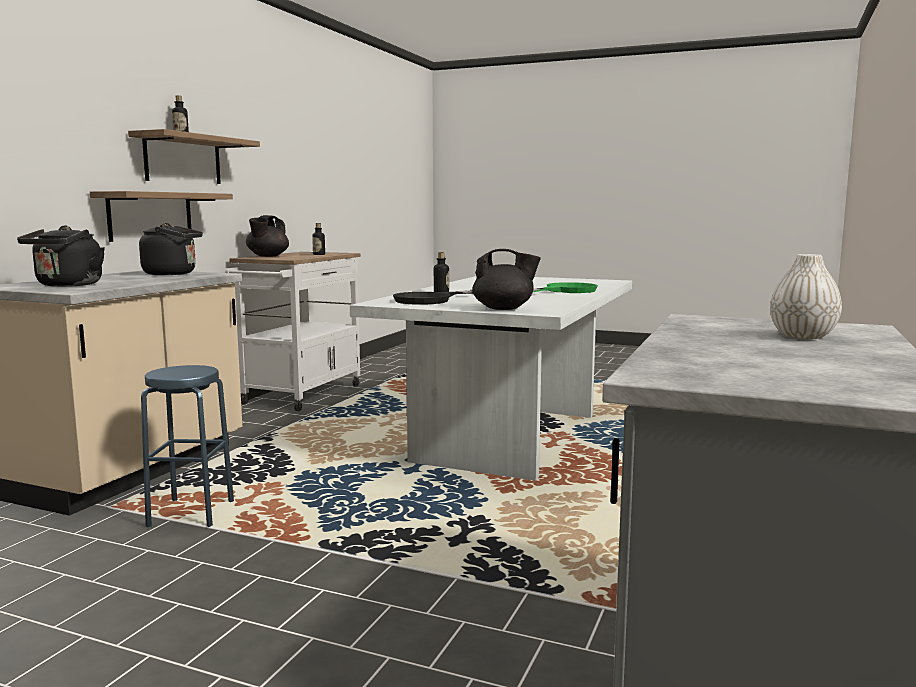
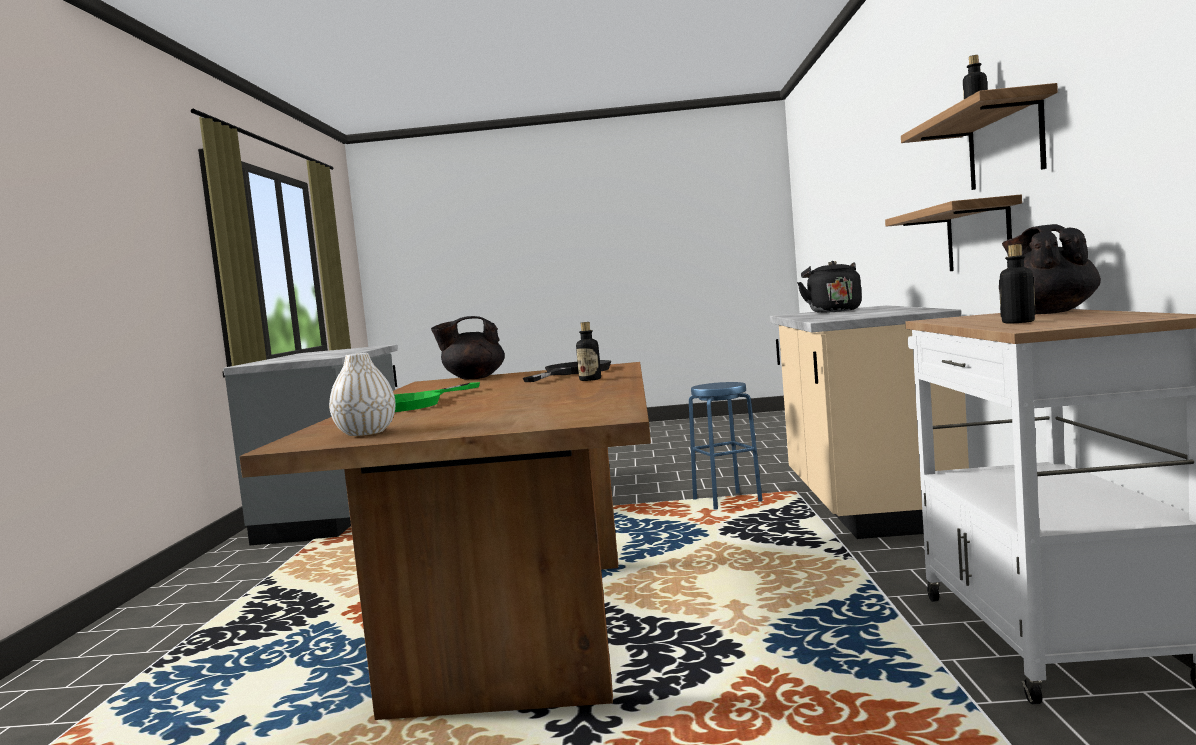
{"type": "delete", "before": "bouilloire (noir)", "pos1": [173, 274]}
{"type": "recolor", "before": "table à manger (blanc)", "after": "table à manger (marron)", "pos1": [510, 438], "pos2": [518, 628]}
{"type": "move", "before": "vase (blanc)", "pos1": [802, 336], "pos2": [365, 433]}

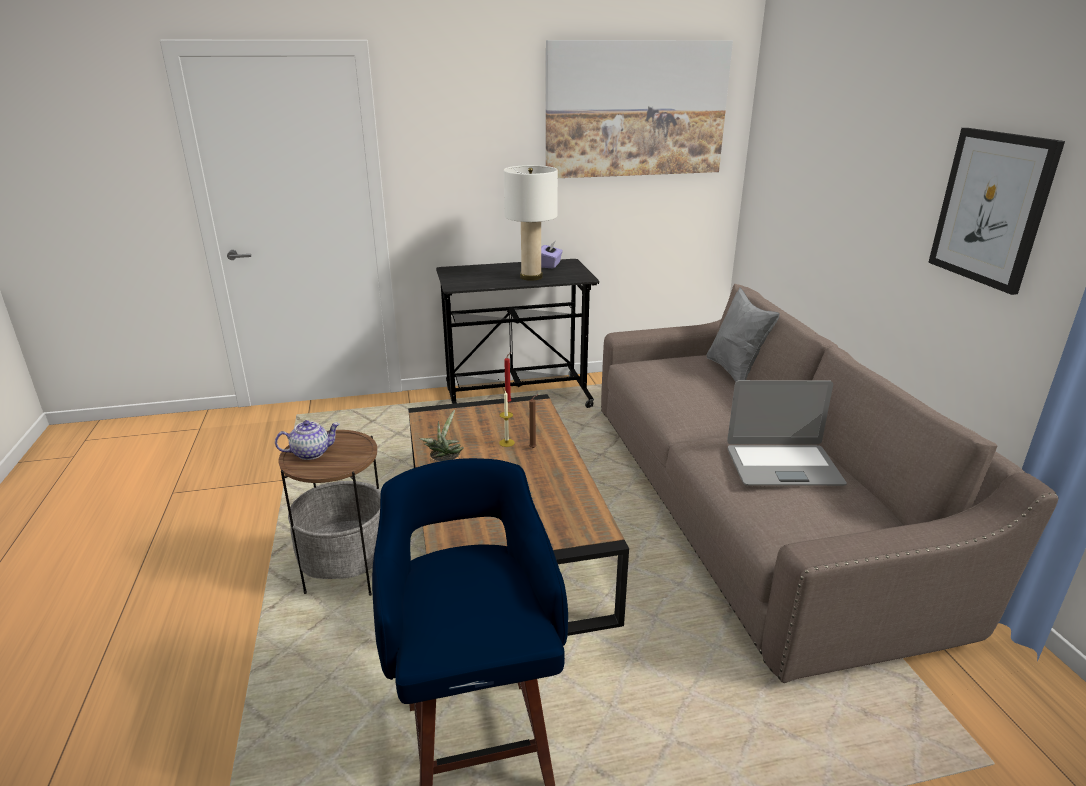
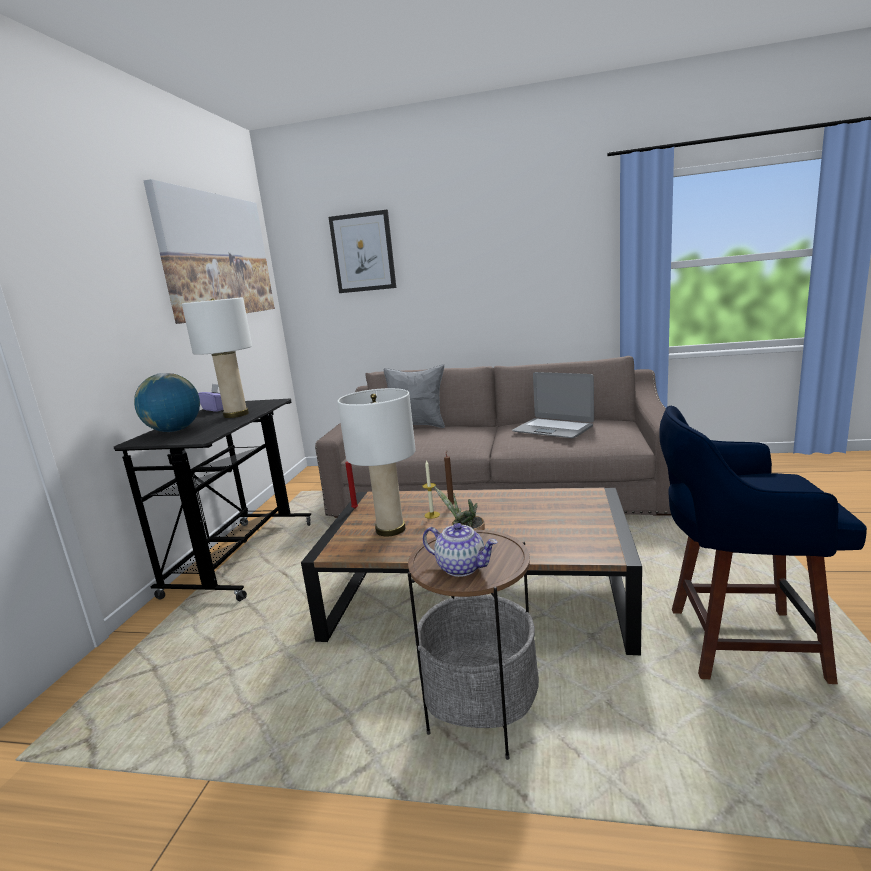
{"type": "rotate", "before": "théière", "pos1": [311, 453], "pos2": [462, 567], "turn": 120}
{"type": "rotate", "before": "ordinateur portable", "pos1": [782, 466], "pos2": [553, 429], "turn": 105}
{"type": "move", "before": "tableau", "pos1": [991, 208], "pos2": [363, 252]}
{"type": "insert", "after": "globe", "pos2": [174, 430]}
{"type": "insert", "after": "lampe de table (blanc)", "pos2": [390, 529]}

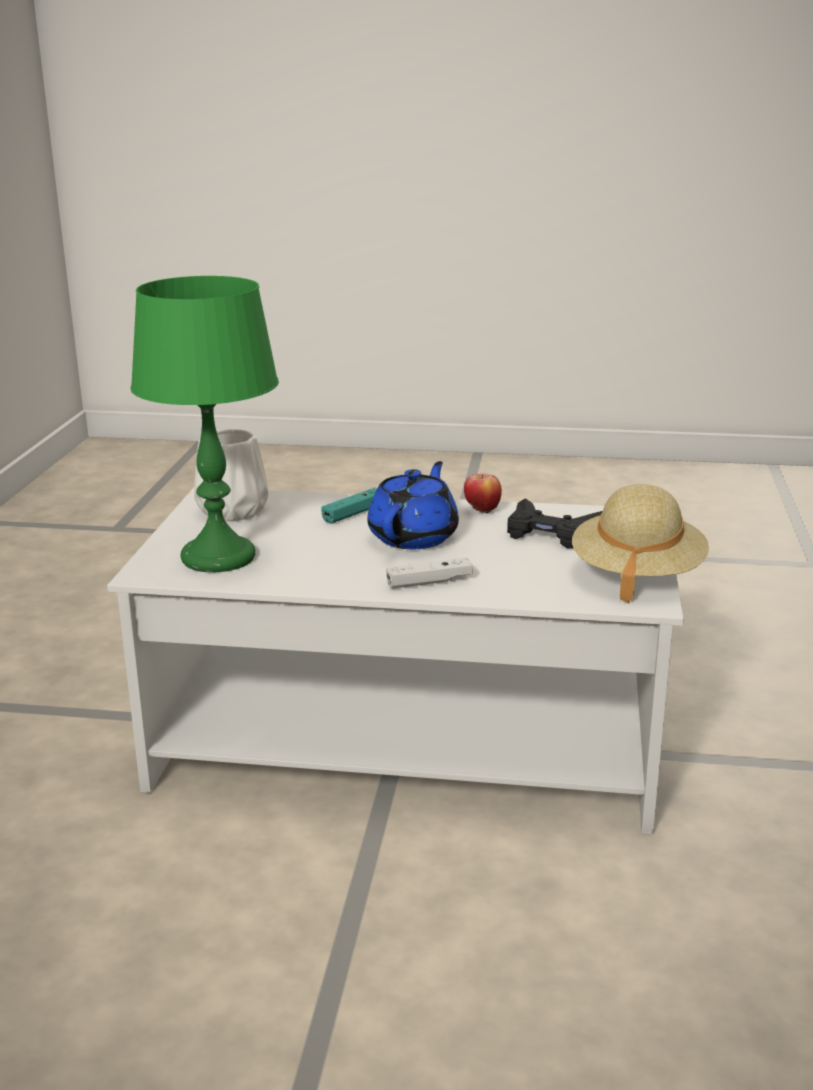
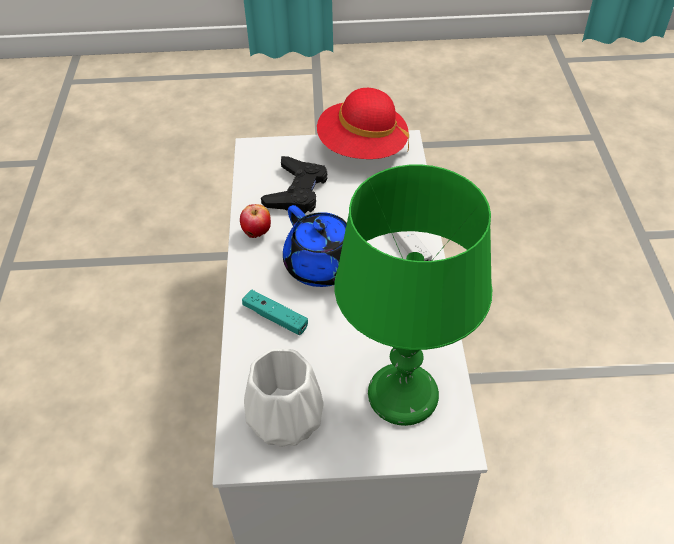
{"type": "rotate", "before": "théière (bleu)", "pos1": [414, 537], "pos2": [323, 267], "turn": -135}
{"type": "recolor", "before": "chapeau (beige)", "after": "chapeau (rouge)", "pos1": [636, 574], "pos2": [362, 148]}

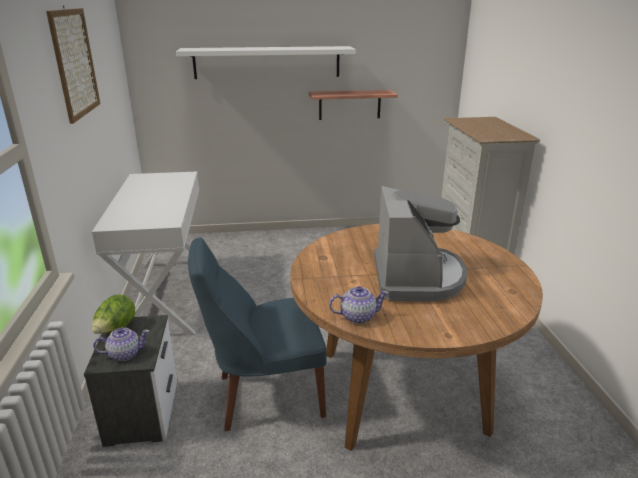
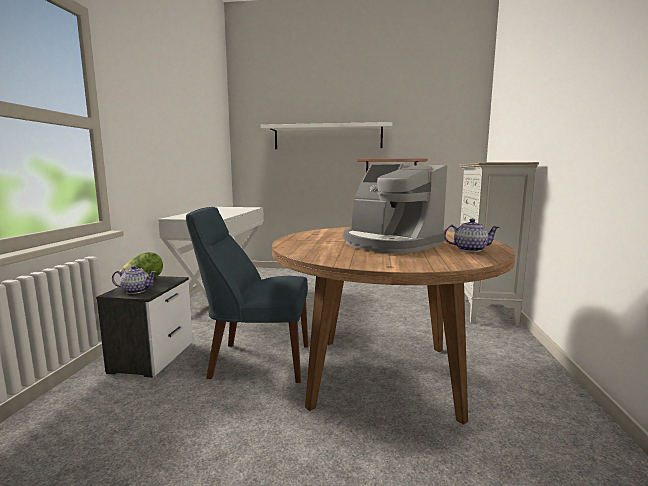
{"type": "delete", "before": "tableau", "pos1": [74, 61]}
{"type": "move", "before": "théière", "pos1": [357, 316], "pos2": [469, 249]}
{"type": "rotate", "before": "machine à café", "pos1": [417, 277], "pos2": [389, 244], "turn": 120}

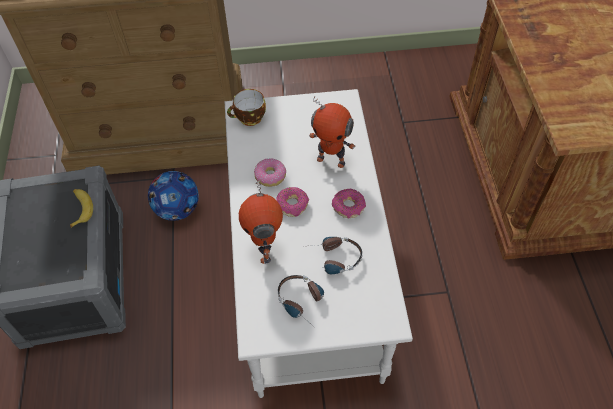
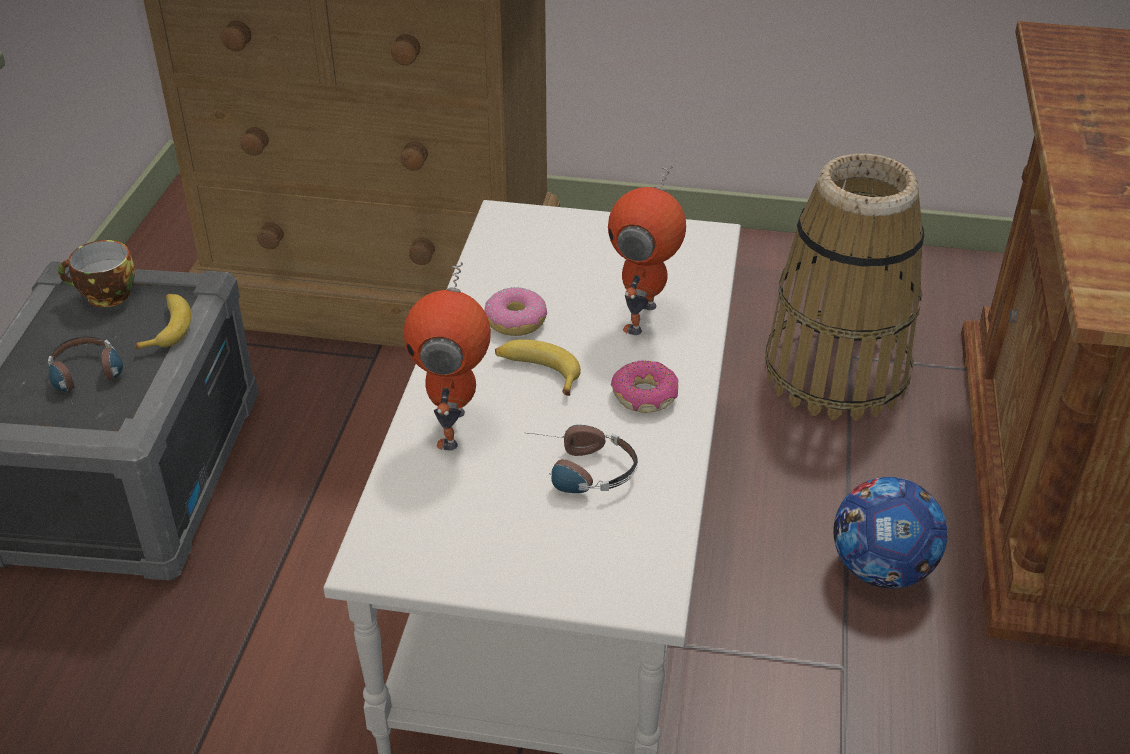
{"type": "move", "before": "ballon de foot", "pos1": [177, 210], "pos2": [881, 569]}
{"type": "move", "before": "tasse", "pos1": [249, 119], "pos2": [105, 296]}
{"type": "replace", "before": "beignet", "after": "banane", "pos1": [292, 205], "pos2": [537, 372]}
{"type": "move", "before": "casque audio", "pos1": [304, 303], "pos2": [89, 380]}
{"type": "rotate", "before": "robot jouet", "pos1": [331, 160], "pos2": [643, 319], "turn": 75}
{"type": "insert", "after": "panier", "pos2": [836, 374]}

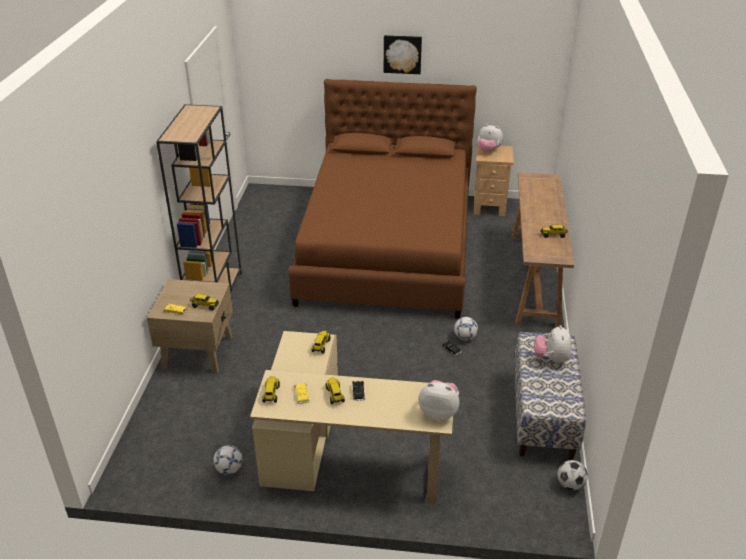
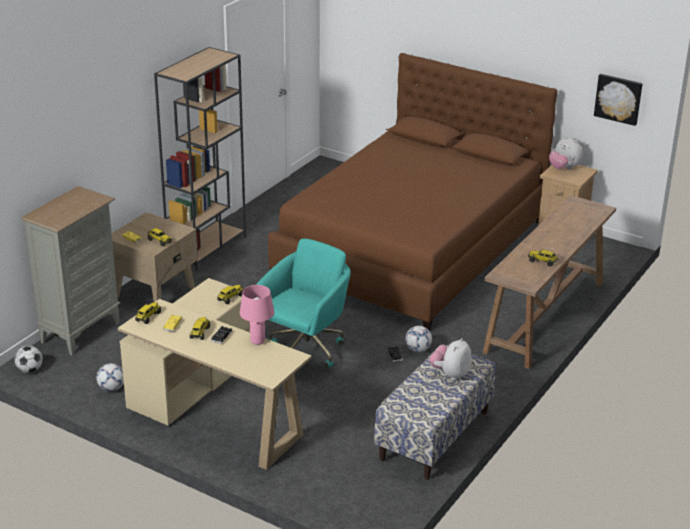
{"type": "move", "before": "tableau", "pos1": [402, 54], "pos2": [618, 98]}
{"type": "delete", "before": "peluche", "pos1": [439, 412]}
{"type": "move", "before": "ballon de foot", "pos1": [570, 484], "pos2": [30, 370]}
{"type": "insert", "after": "commode (gris)", "pos2": [83, 332]}
{"type": "insert", "after": "lampe de table (rose)", "pos2": [257, 341]}
{"type": "insert", "after": "chaise de bureau (turquoise)", "pos2": [304, 352]}

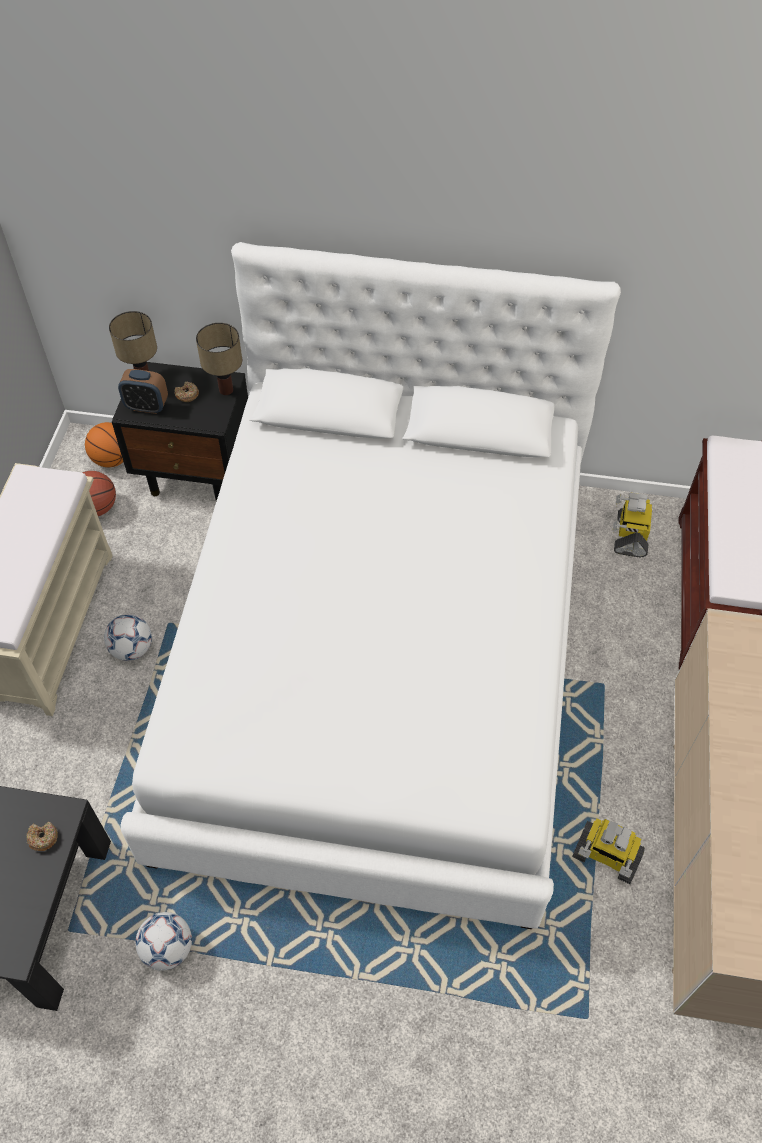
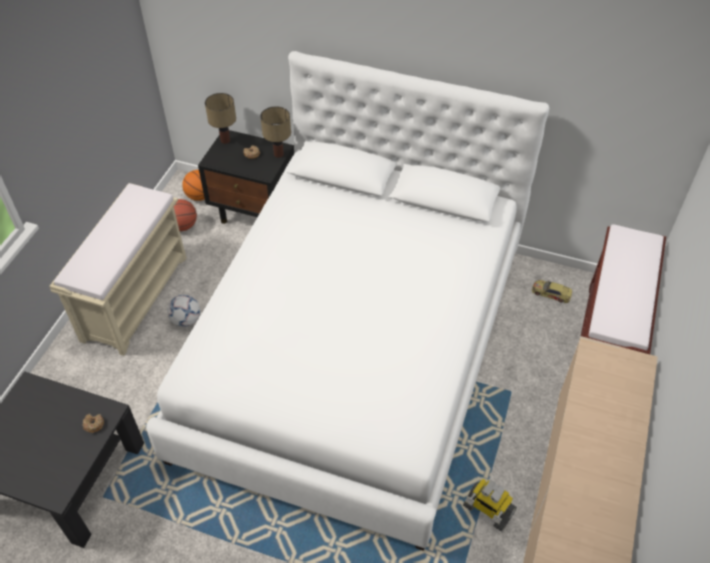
{"type": "delete", "before": "réveil", "pos1": [147, 406]}
{"type": "delete", "before": "ballon de foot", "pos1": [168, 948]}
{"type": "replace", "before": "robot jouet", "after": "petite voiture", "pos1": [630, 535], "pos2": [551, 293]}

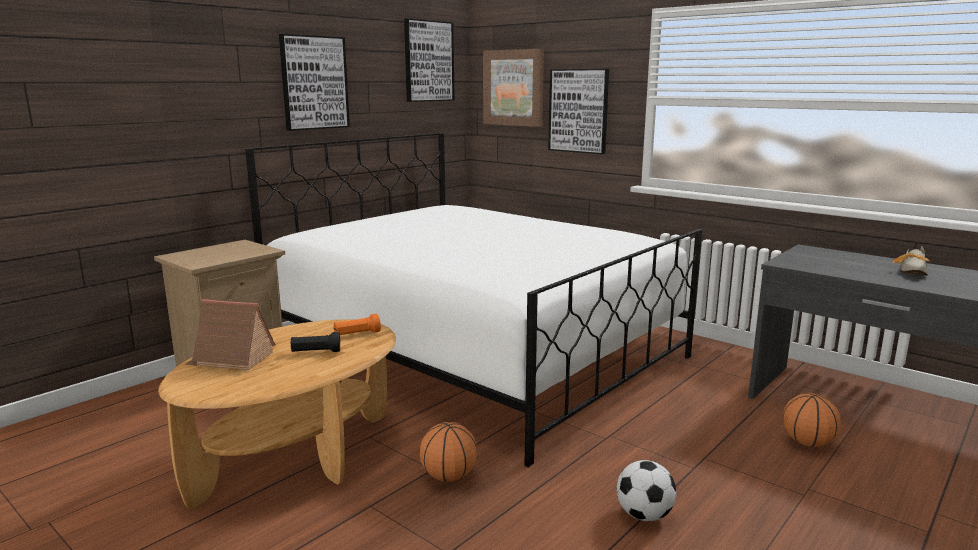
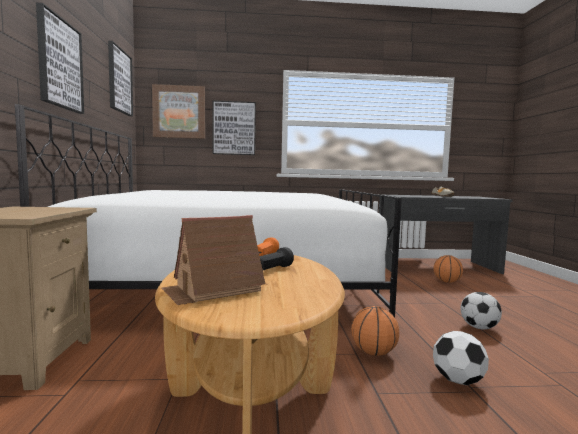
{"type": "insert", "after": "ballon de foot", "pos2": [457, 380]}

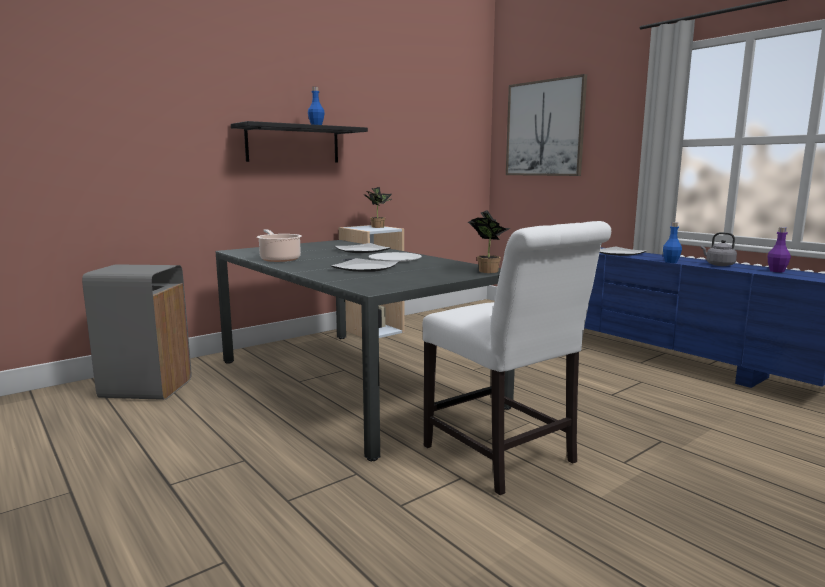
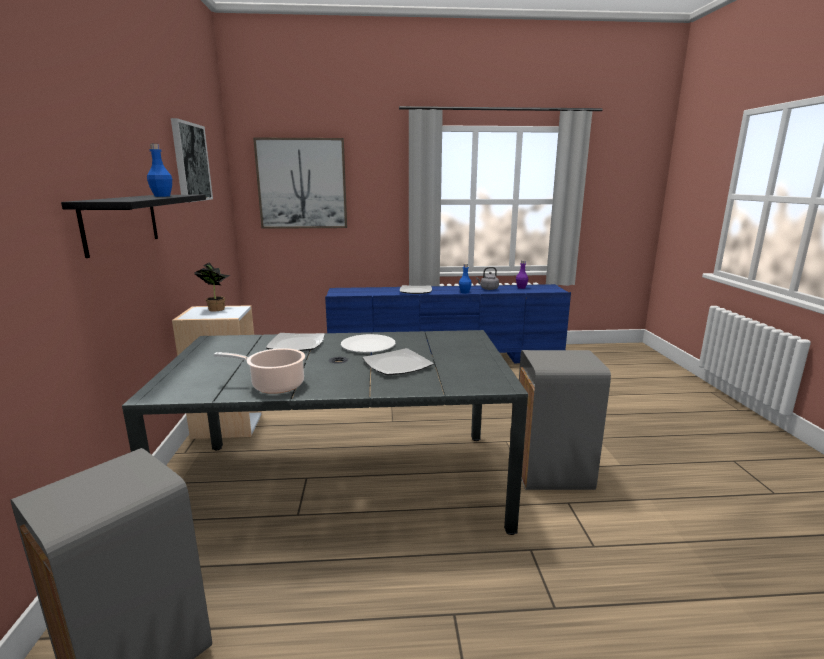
{"type": "replace", "before": "chaise (blanc)", "after": "poubelle (gris)", "pos1": [504, 459], "pos2": [552, 474]}
{"type": "delete", "before": "plante en pot", "pos1": [486, 270]}
{"type": "insert", "after": "tableau", "pos2": [191, 162]}

